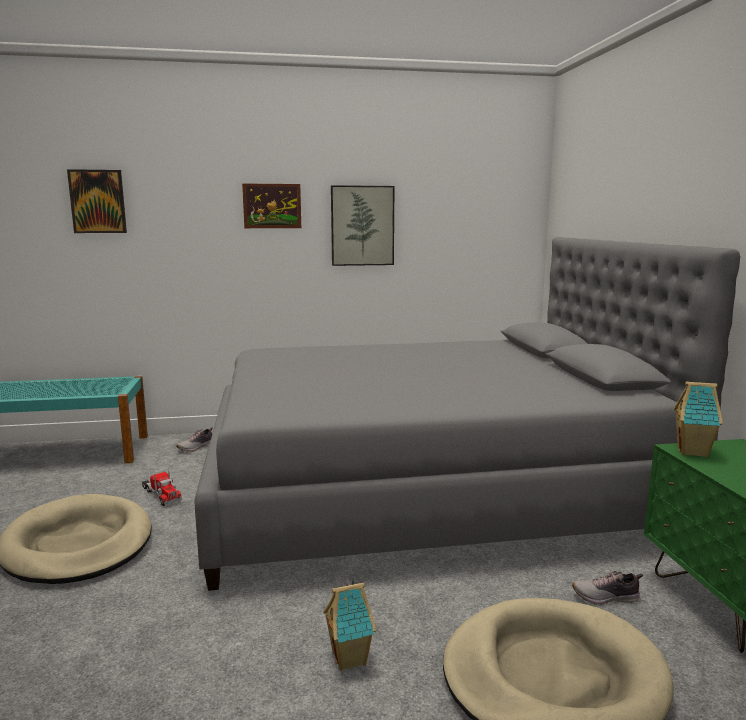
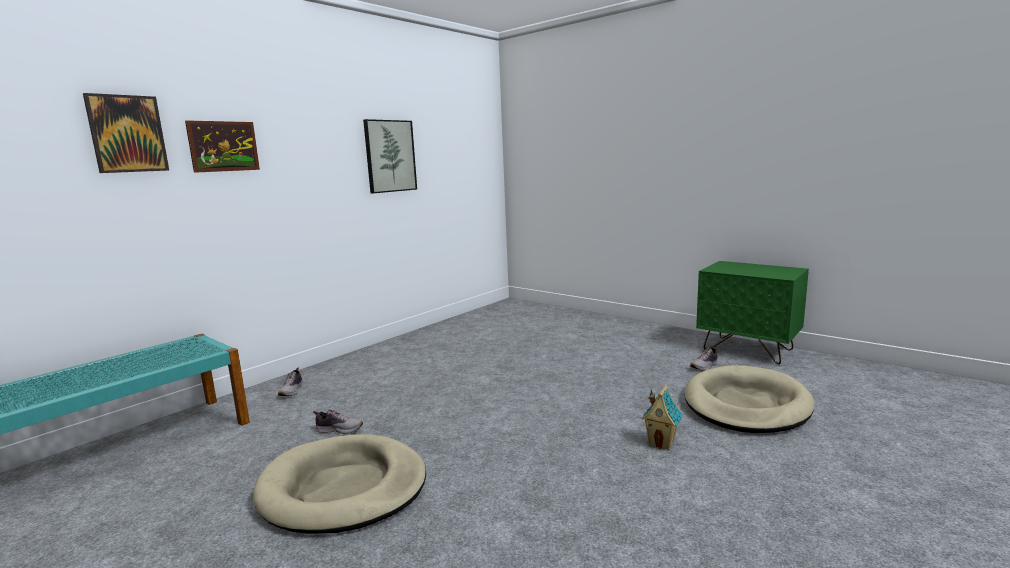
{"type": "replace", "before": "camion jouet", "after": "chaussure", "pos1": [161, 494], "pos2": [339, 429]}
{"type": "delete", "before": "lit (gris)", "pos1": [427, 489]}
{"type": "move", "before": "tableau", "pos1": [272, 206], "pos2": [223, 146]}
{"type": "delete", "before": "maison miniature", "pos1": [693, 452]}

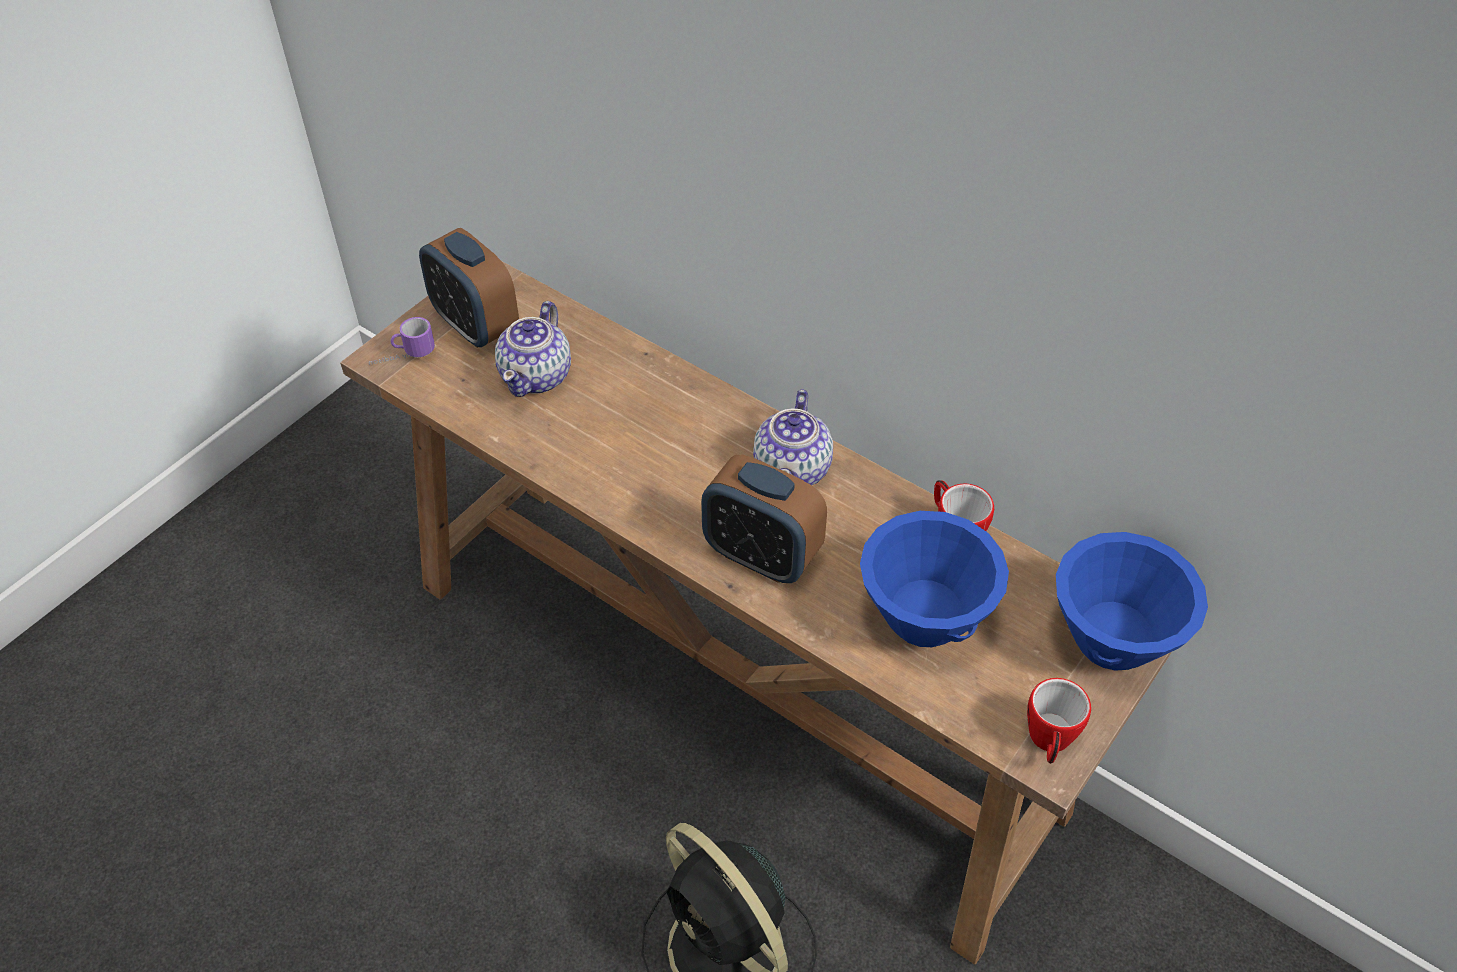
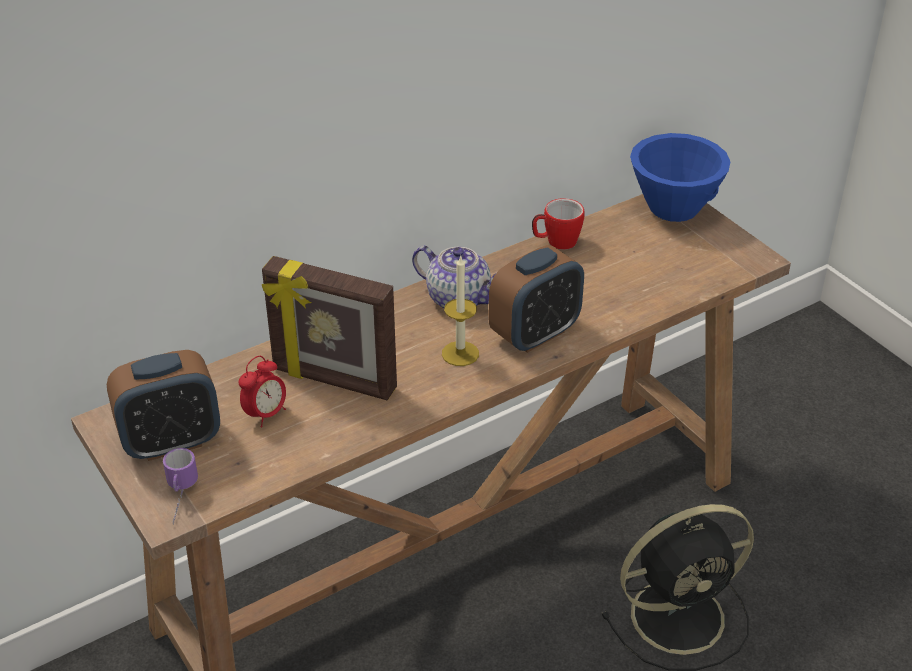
{"type": "replace", "before": "théière", "after": "réveil", "pos1": [537, 376], "pos2": [266, 414]}
{"type": "delete", "before": "bol (bleu)", "pos1": [923, 619]}
{"type": "delete", "before": "mug", "pos1": [1049, 742]}
{"type": "insert", "after": "cadre photo", "pos2": [333, 380]}
{"type": "insert", "after": "bougie", "pos2": [460, 353]}

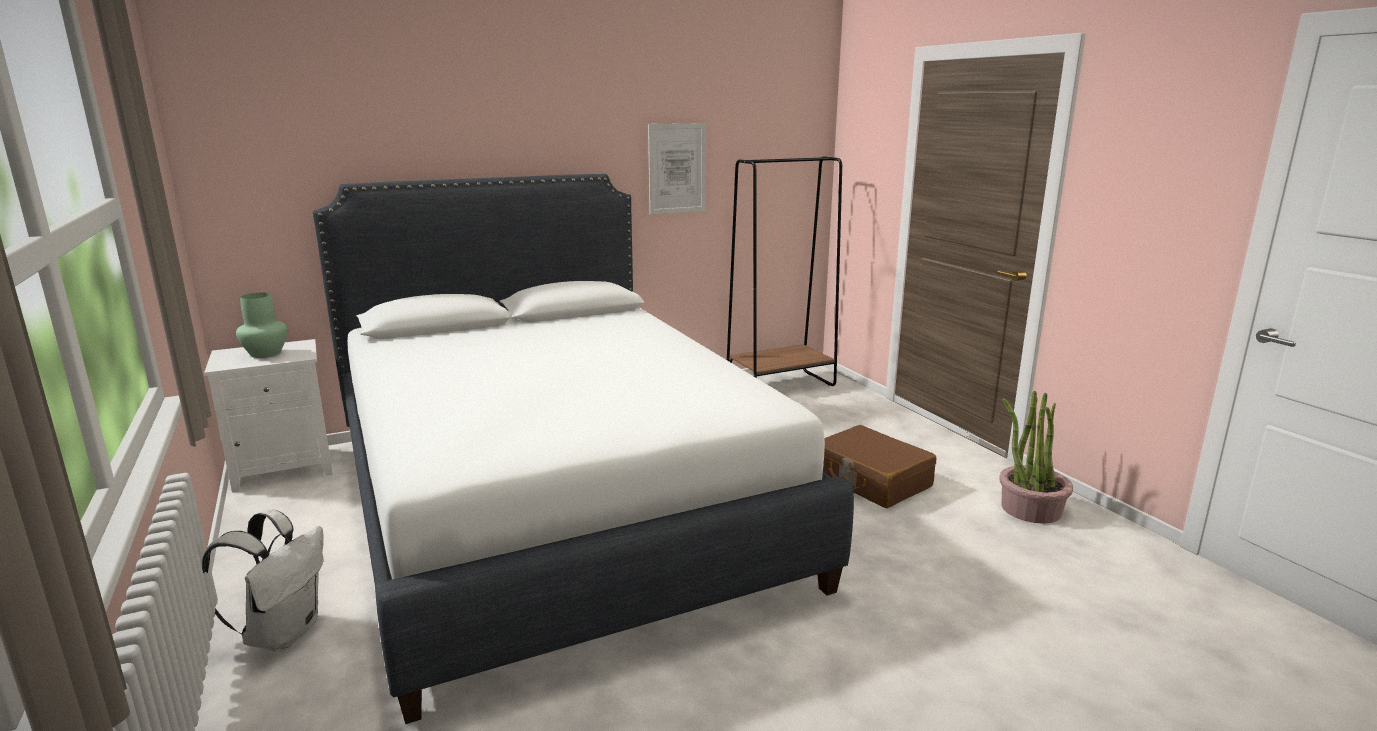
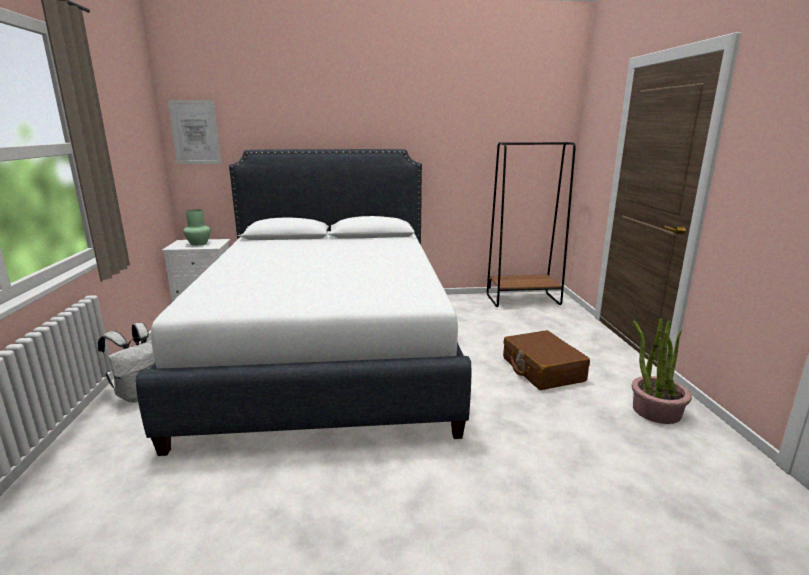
{"type": "move", "before": "tableau", "pos1": [677, 168], "pos2": [195, 132]}

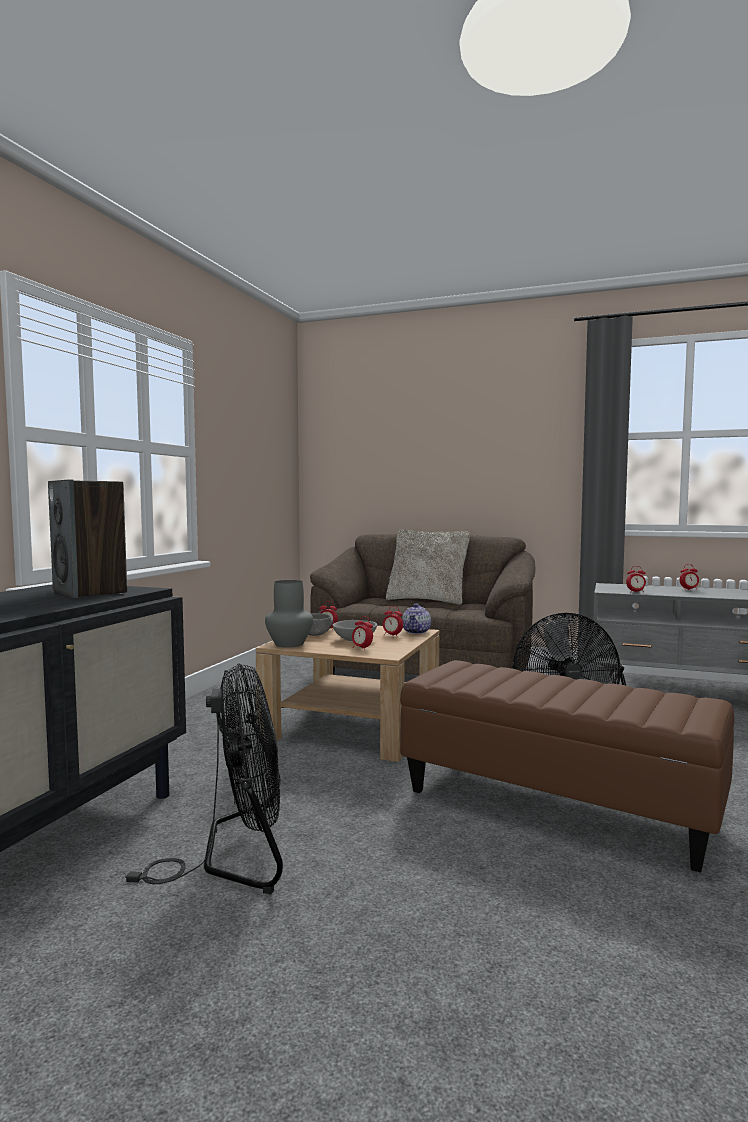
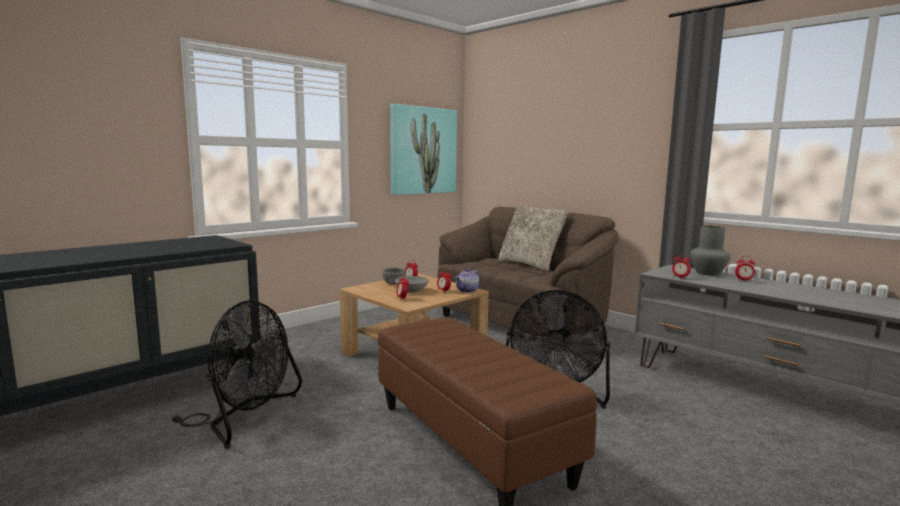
{"type": "delete", "before": "enceinte", "pos1": [90, 592]}
{"type": "move", "before": "vase (gris)", "pos1": [290, 644], "pos2": [708, 273]}
{"type": "insert", "after": "tableau", "pos2": [423, 150]}

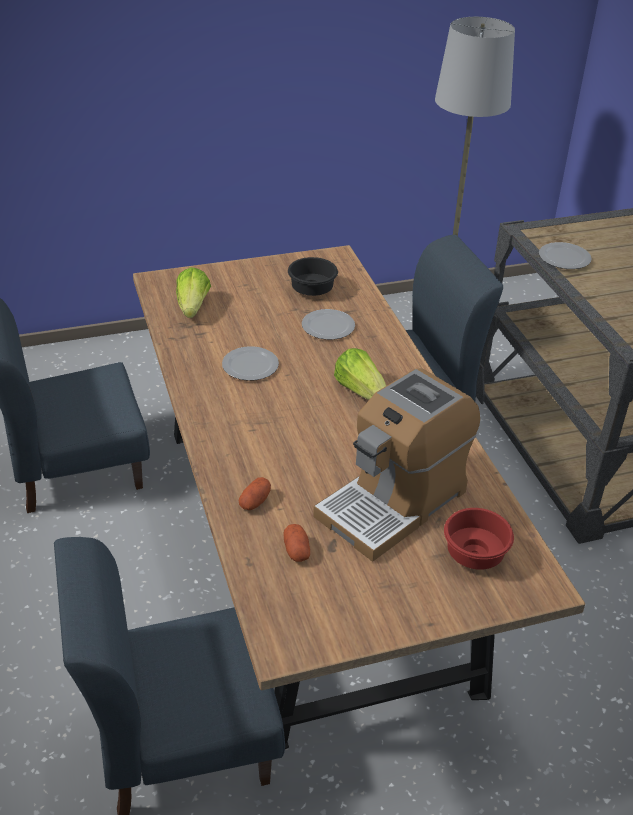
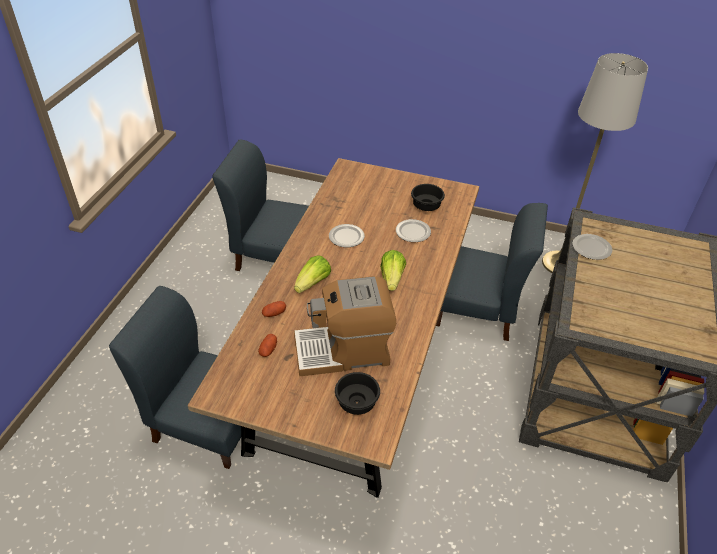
{"type": "move", "before": "laitue", "pos1": [193, 307], "pos2": [313, 283]}
{"type": "recolor", "before": "bol (rouge)", "after": "bol (noir)", "pos1": [476, 555], "pos2": [357, 404]}

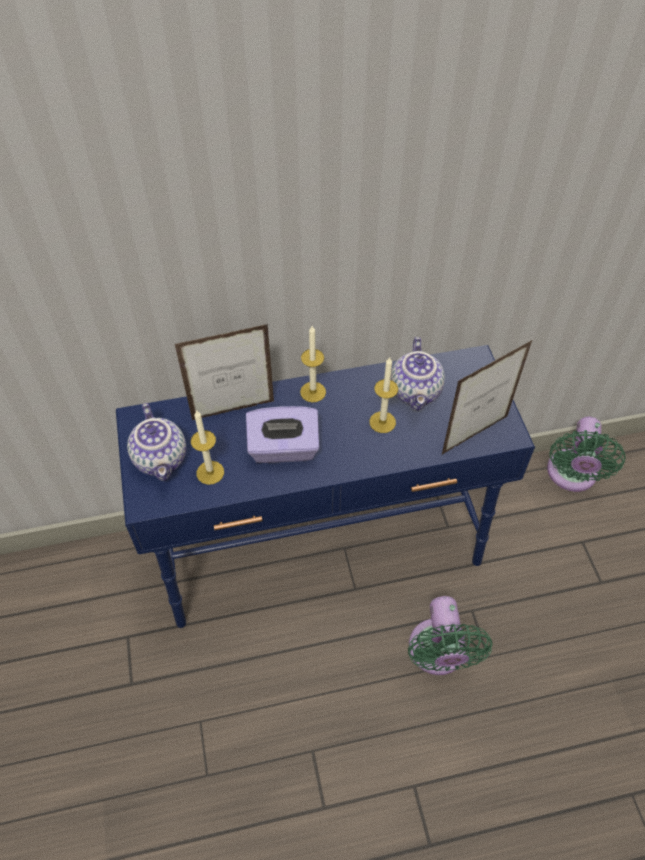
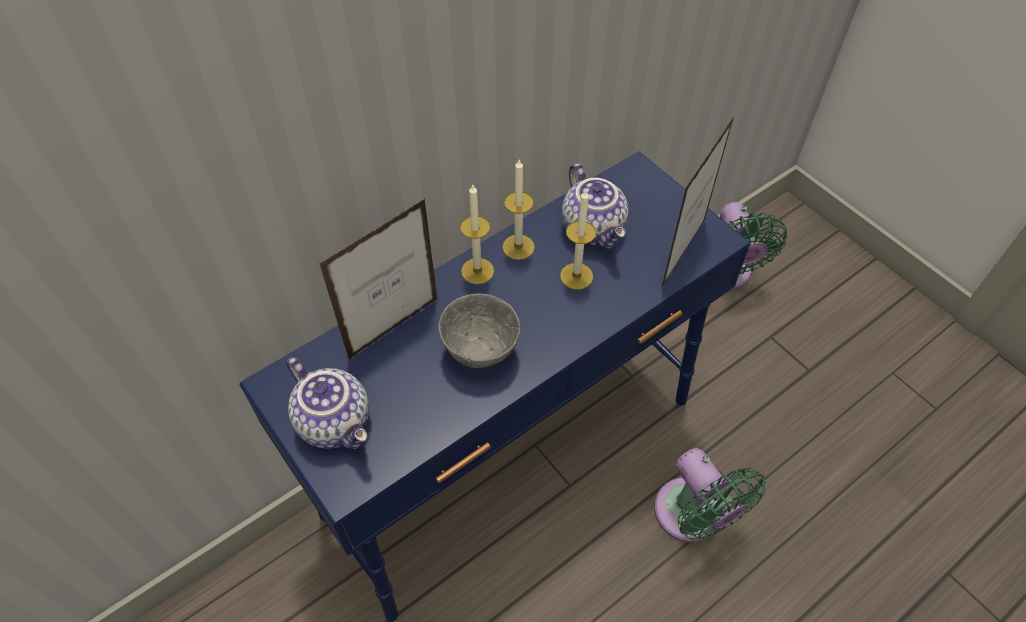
{"type": "move", "before": "bougie", "pos1": [210, 472], "pos2": [518, 247]}
{"type": "replace", "before": "boîte à mouchoirs (violet)", "after": "bol (gris)", "pos1": [283, 449], "pos2": [481, 350]}

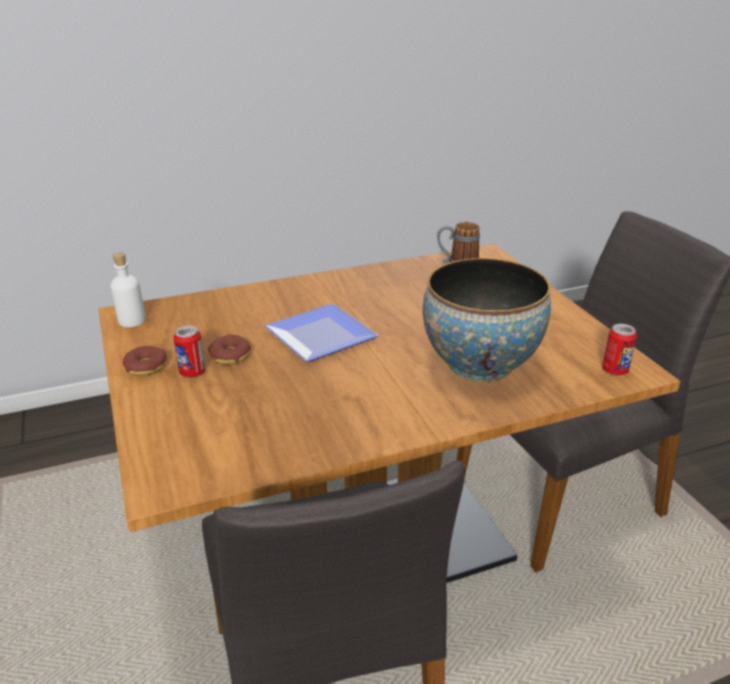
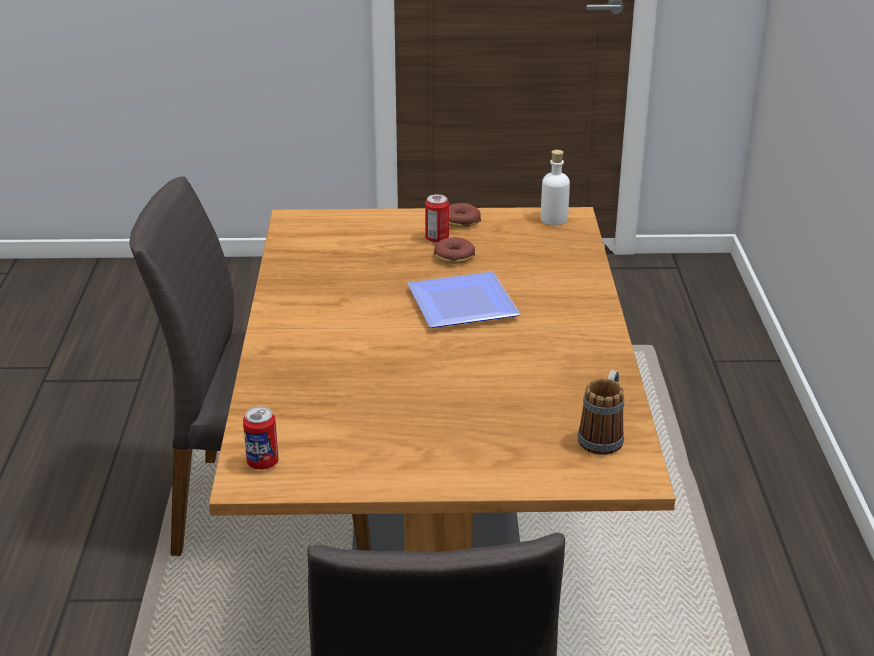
{"type": "delete", "before": "bol", "pos1": [480, 365]}

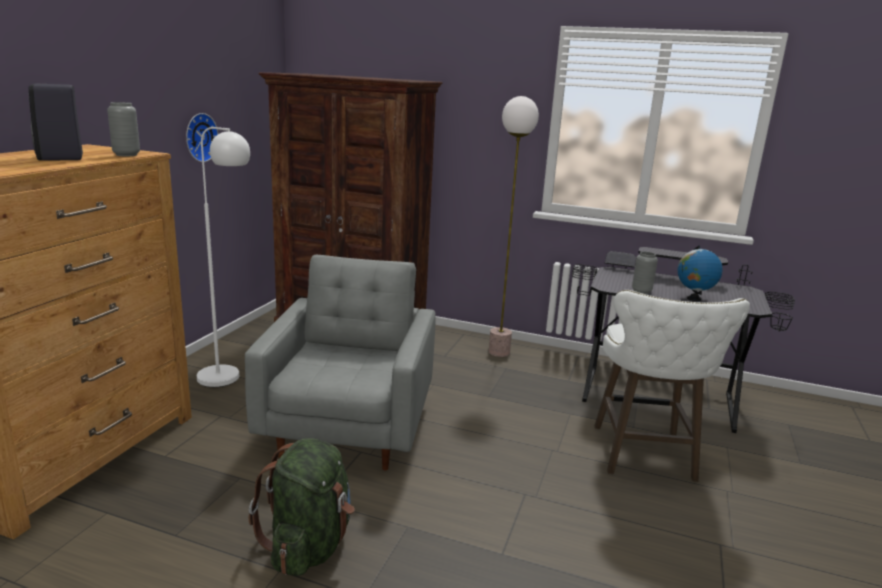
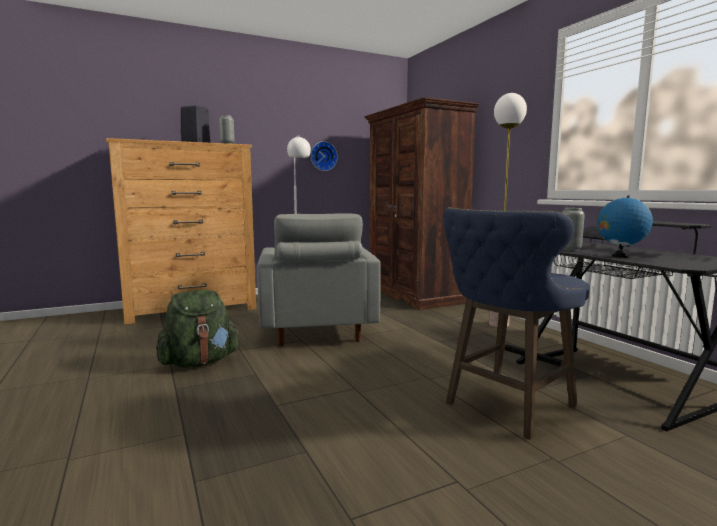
{"type": "rotate", "before": "fauteuil (gris)", "pos1": [349, 428], "pos2": [316, 330], "turn": 120}
{"type": "recolor", "before": "tabouret (blanc)", "after": "tabouret (bleu)", "pos1": [644, 455], "pos2": [506, 406]}

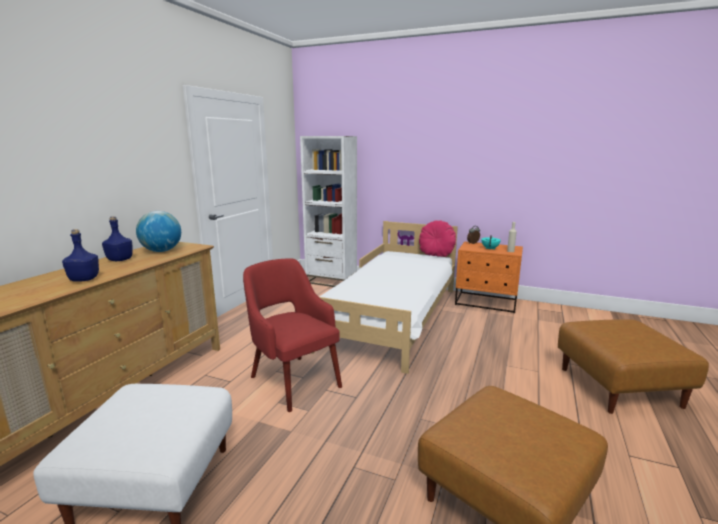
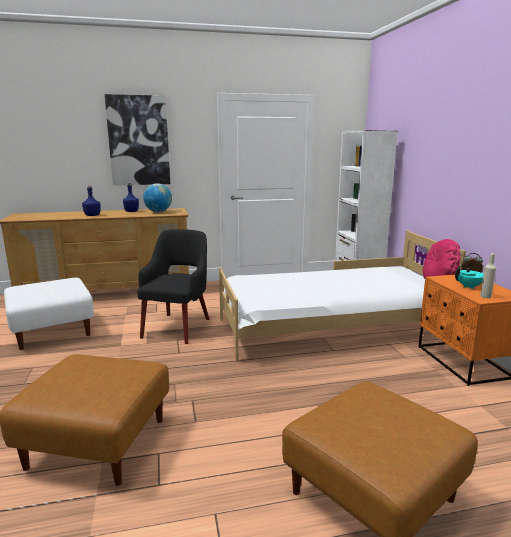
{"type": "recolor", "before": "fauteuil (rouge)", "after": "fauteuil (noir)", "pos1": [293, 380], "pos2": [178, 327]}
{"type": "insert", "after": "tableau", "pos2": [139, 141]}

